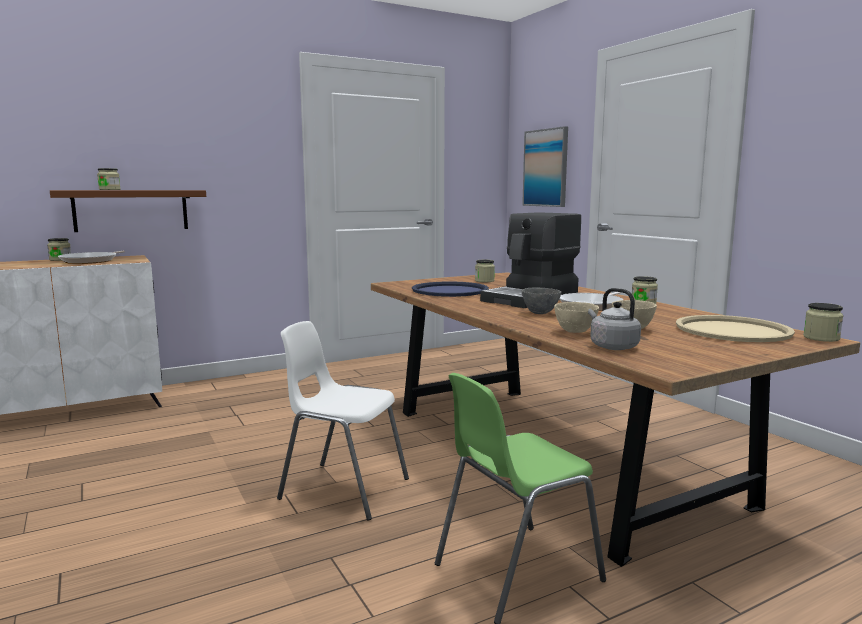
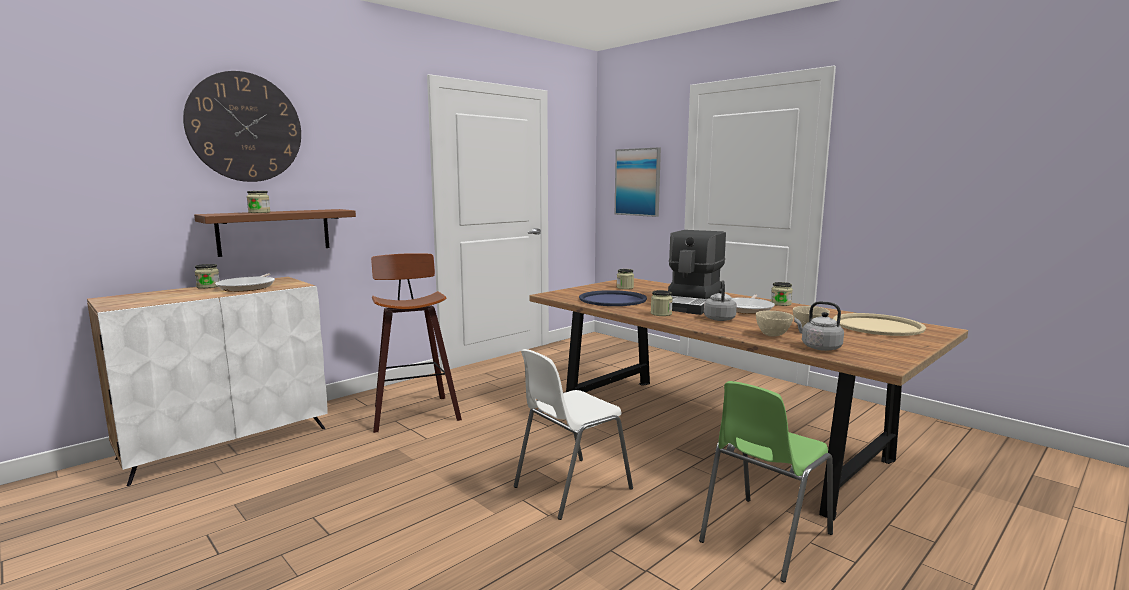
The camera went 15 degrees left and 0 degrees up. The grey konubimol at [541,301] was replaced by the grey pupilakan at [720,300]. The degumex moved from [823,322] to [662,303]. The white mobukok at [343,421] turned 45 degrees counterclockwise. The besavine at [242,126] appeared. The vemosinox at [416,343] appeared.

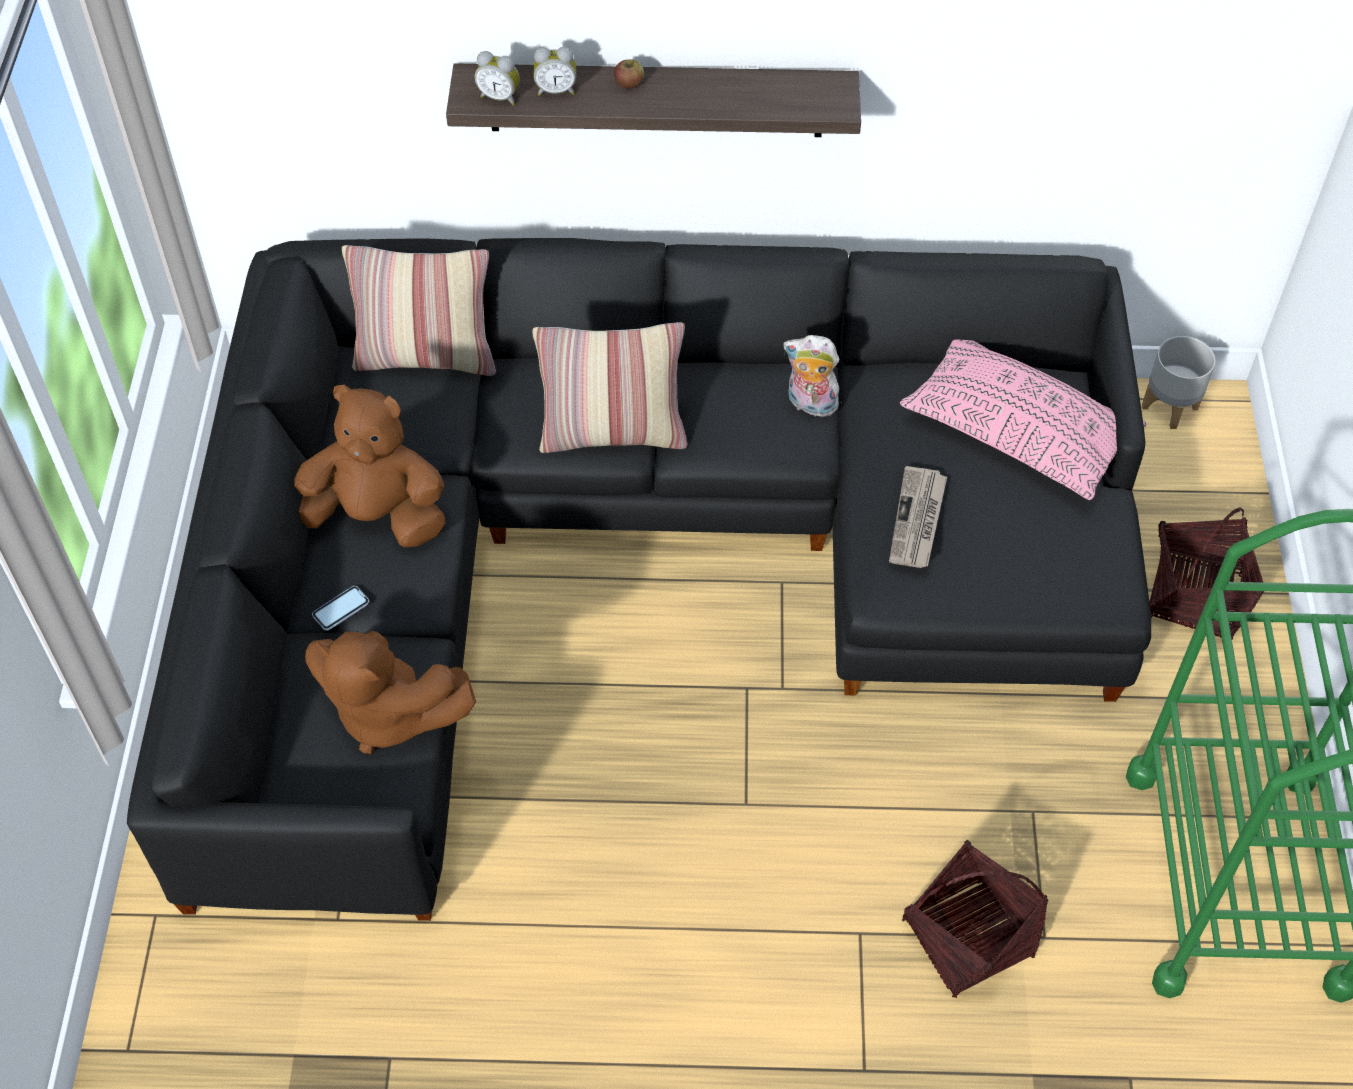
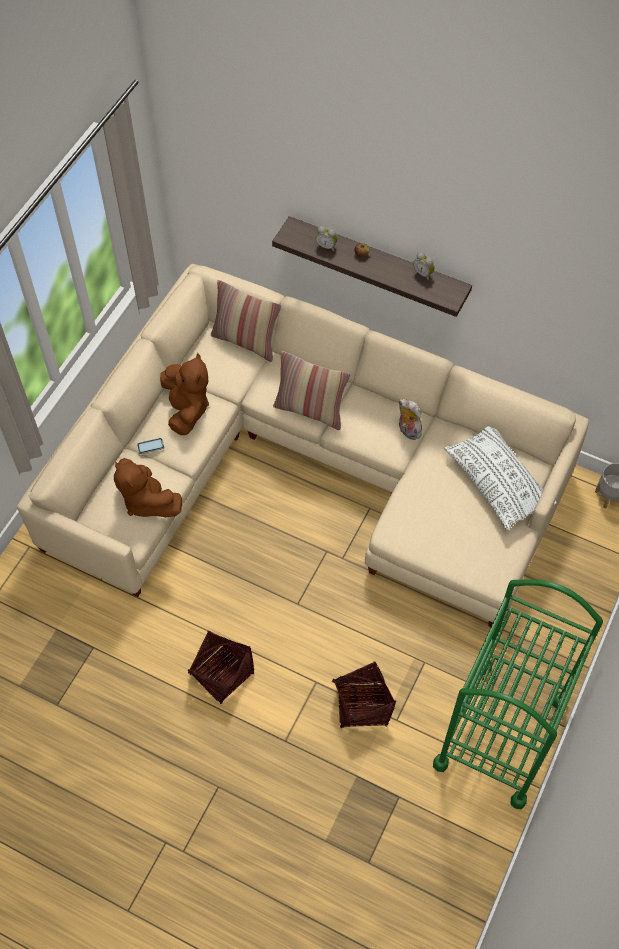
The camera went 25 degrees right and 5 degrees up. The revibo moved from [497,78] to [424,266]. The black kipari at [639,579] became the beige kipari at [303,445]. The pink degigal at [1023,420] became the white degigal at [500,478]. The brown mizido at [370,466] turned 45 degrees clockwise. The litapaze at [918,517] disappeared. The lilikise moved from [1207,573] to [221,667].

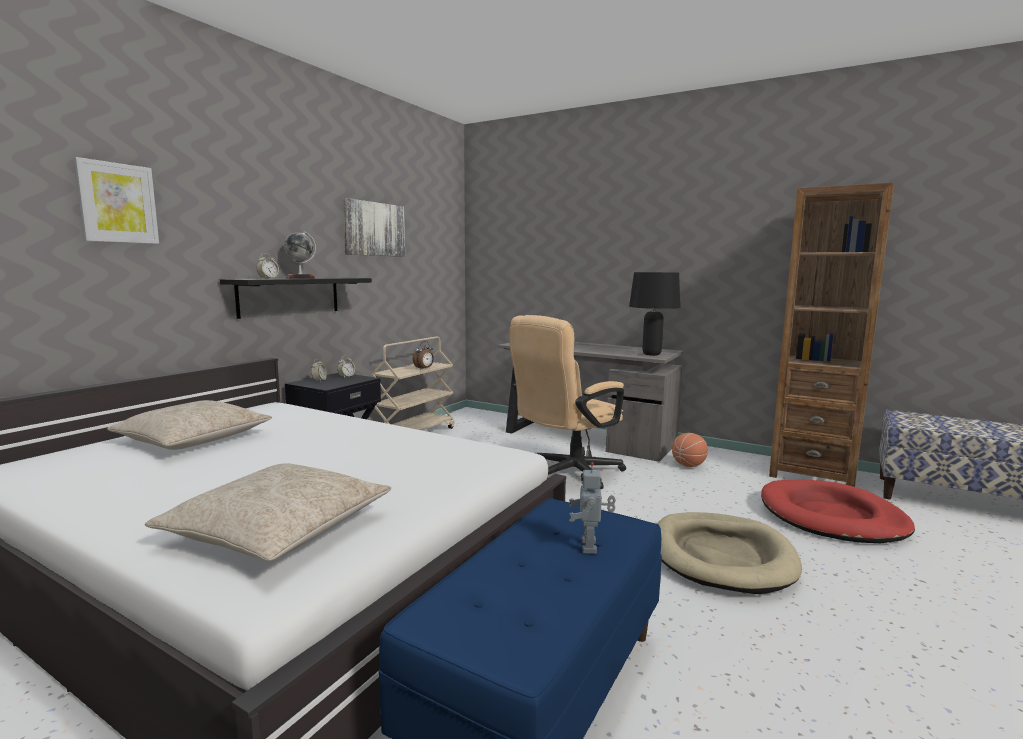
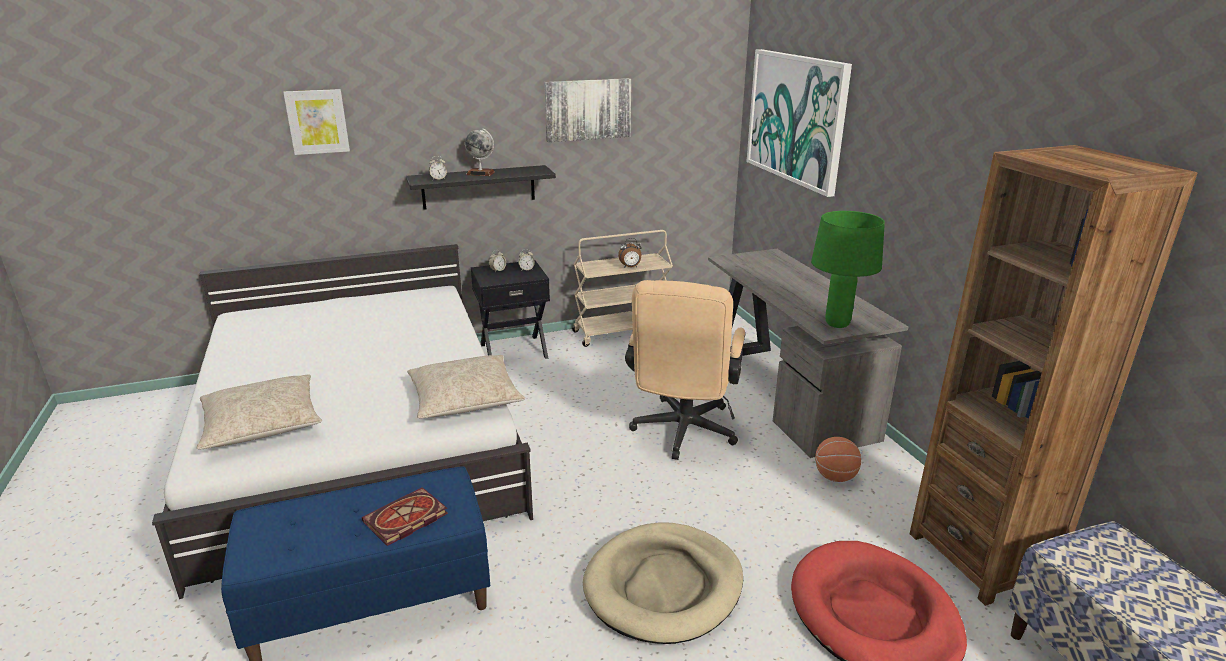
The camera went 40 degrees right and 15 degrees up. The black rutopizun at [654,314] became the green rutopizun at [848,269]. The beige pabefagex at [568,402] turned 75 degrees counterclockwise. The beige degigal moved from [189,425] to [466,387]. The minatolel at [592,508] was replaced by the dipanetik at [405,516]. The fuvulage at [799,123] appeared.

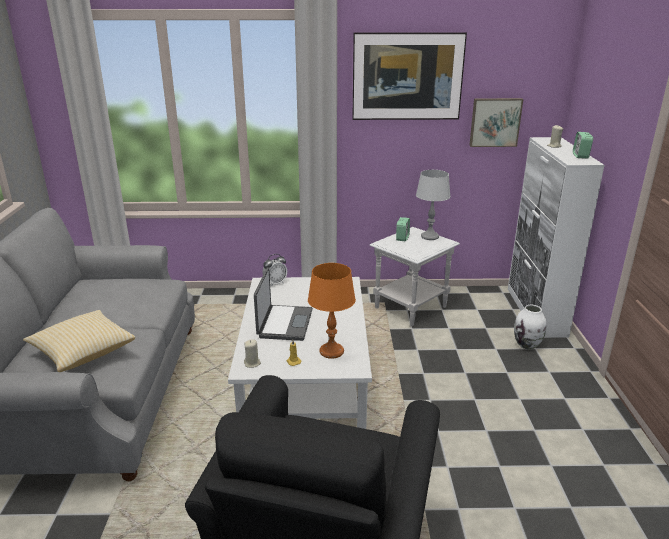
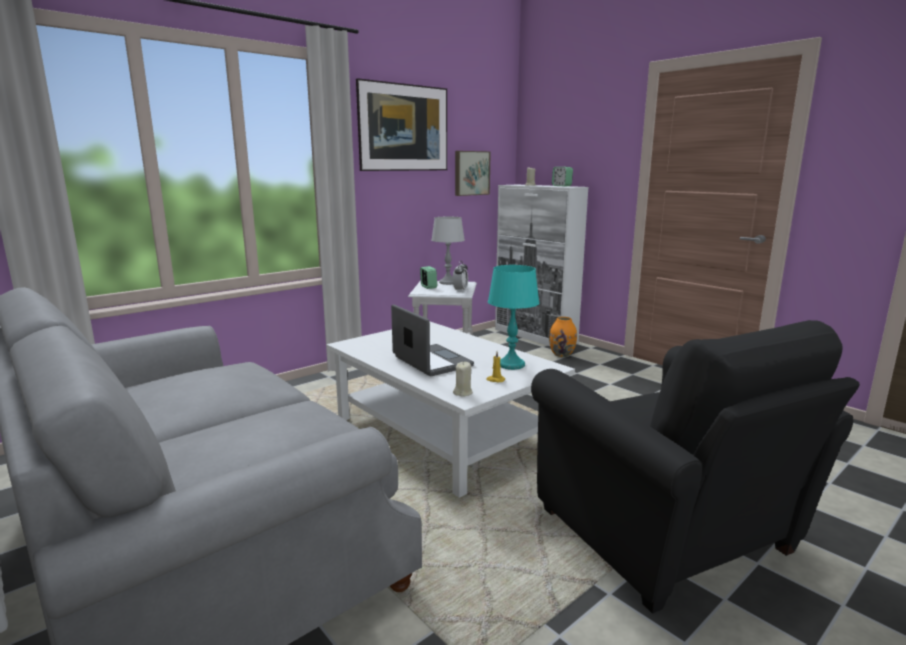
The camera went 40 degrees left and 10 degrees down. The revibo moved from [275,270] to [460,276]. The orange rutopizun at [332,311] became the turquoise rutopizun at [513,317]. The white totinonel at [530,327] became the orange totinonel at [563,337]. The degigal at [79,341] disappeared.

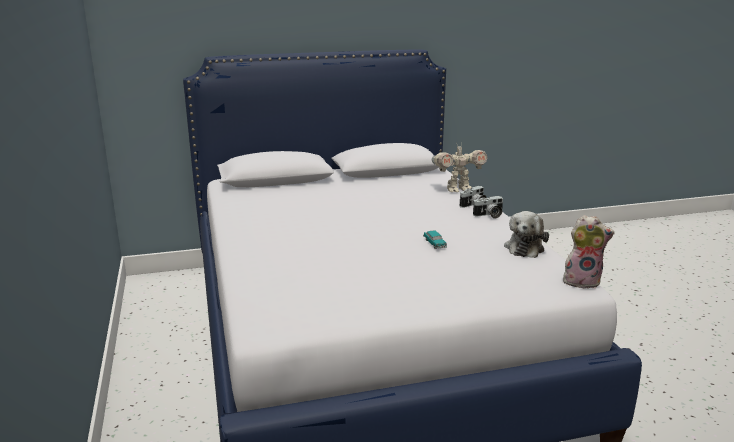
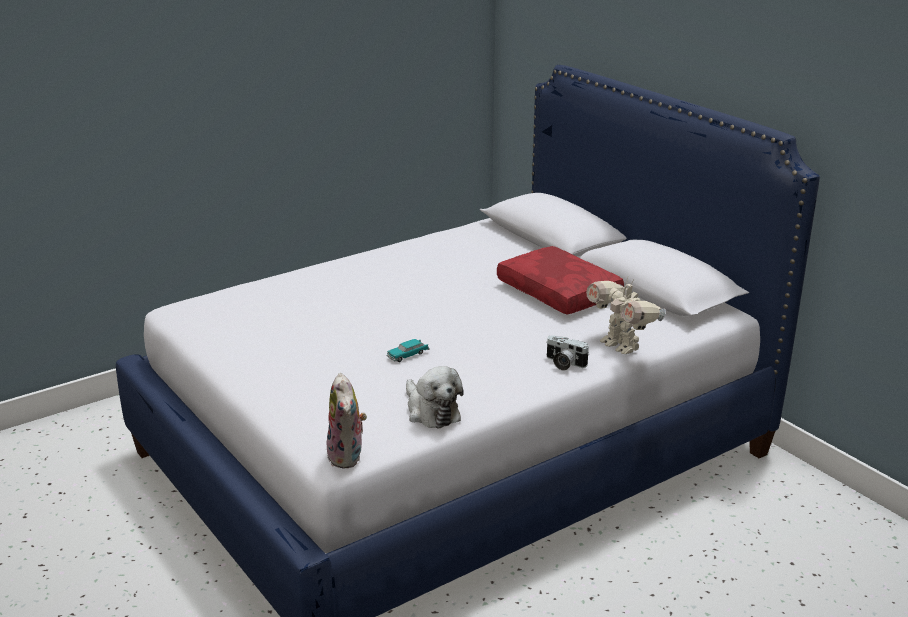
The camera went 70 degrees right and 5 degrees up. The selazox at [488,207] disappeared. The mizido at [526,234] turned 120 degrees counterclockwise. The red degigal at [560,280] appeared.

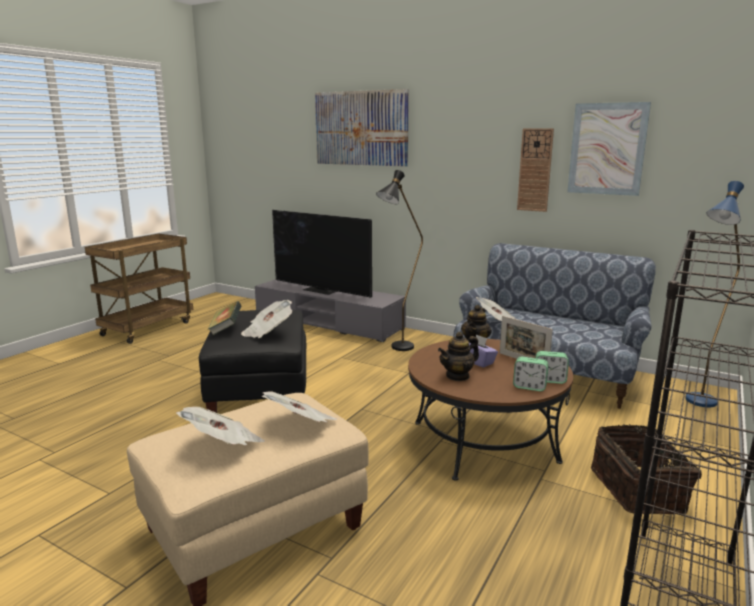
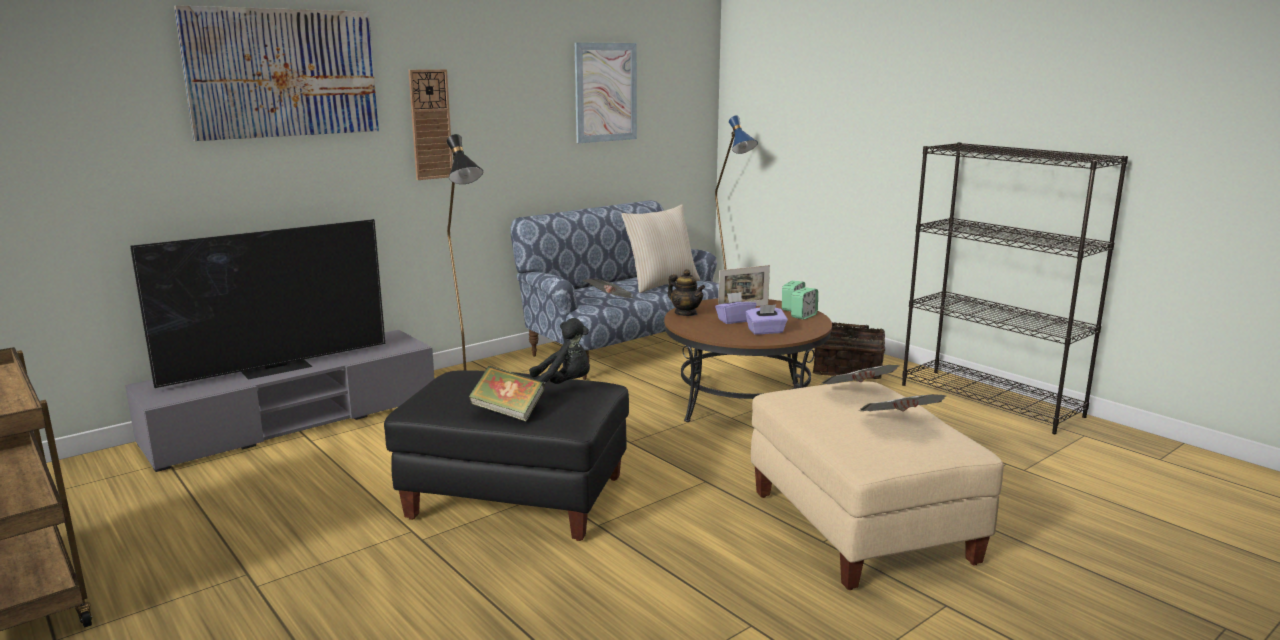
The camera went 70 degrees left and 0 degrees up. The besavine moved from [535,170] to [430,124]. The litapaze at [266,319] was replaced by the black mizido at [559,351]. The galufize at [458,356] was replaced by the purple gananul at [766,320]. The beige degigal at [660,248] appeared.

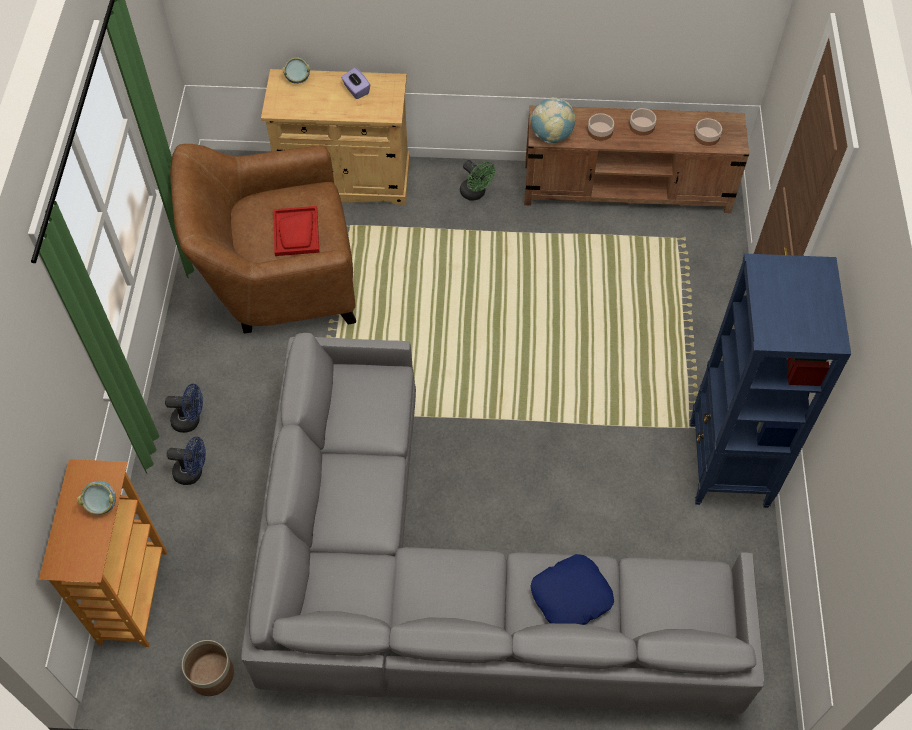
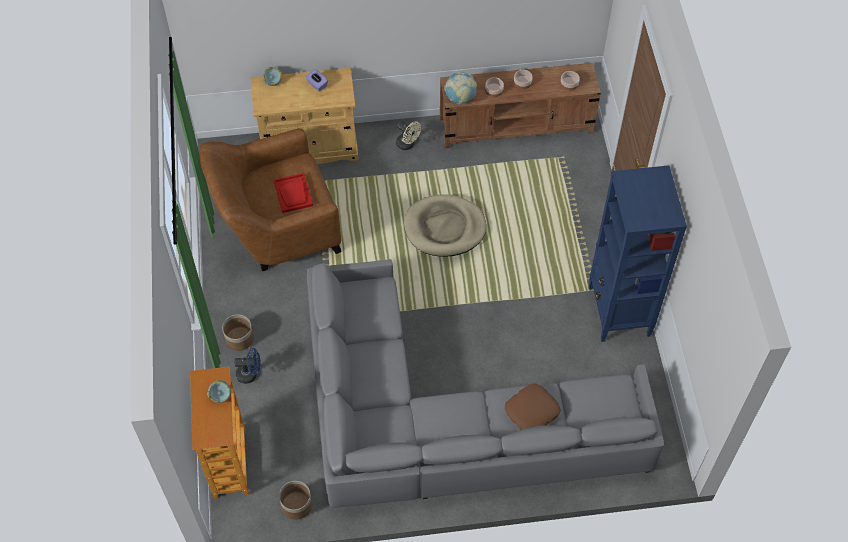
The camera went 10 degrees left and 0 degrees up. The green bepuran at [477,180] became the beige bepuran at [408,135]. The blue bepuran at [184,408] was replaced by the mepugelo at [238,332]. The blue degigal at [572,589] became the brown degigal at [533,406]. The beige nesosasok at [445,225] appeared.

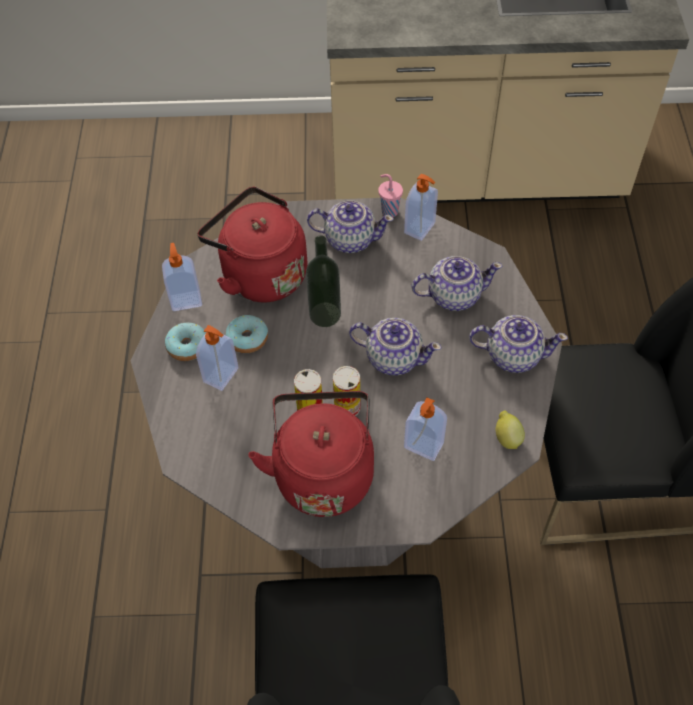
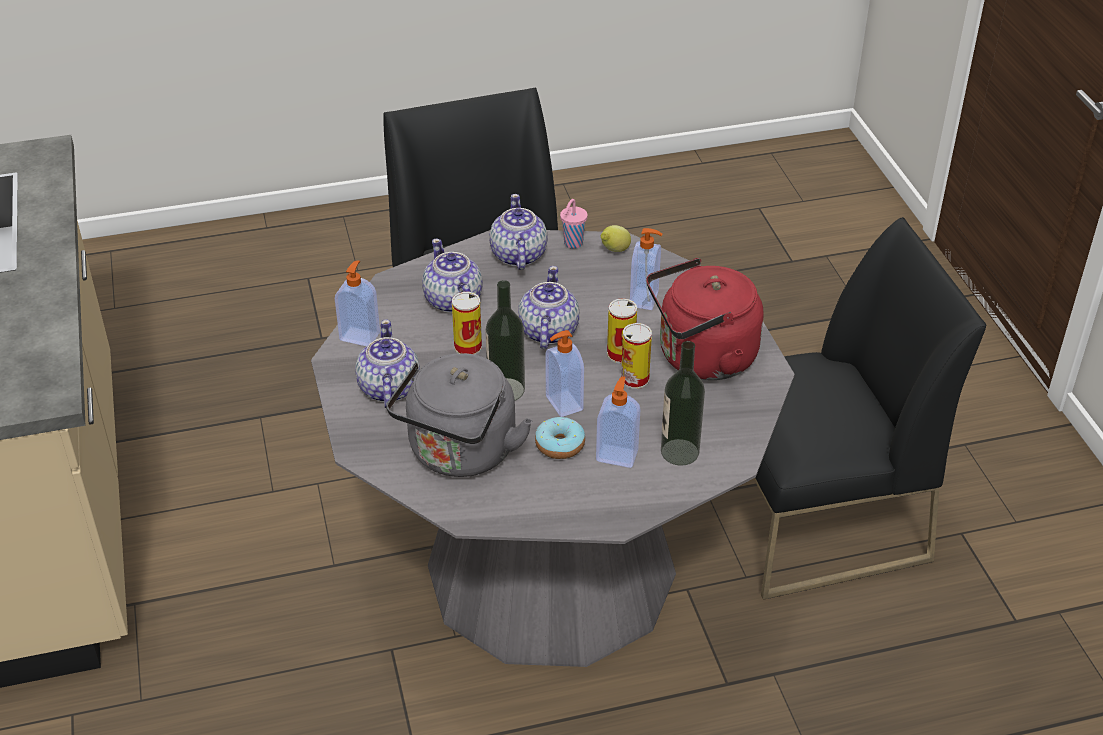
The camera went 105 degrees left and 15 degrees down. The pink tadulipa moved from [390,195] to [574,224]. The red pupilakan at [252,245] became the grey pupilakan at [459,415]. The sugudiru moved from [182,277] to [565,373]. The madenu at [185,342] disappeared. The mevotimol at [467,323] appeared. The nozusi at [683,403] appeared.

